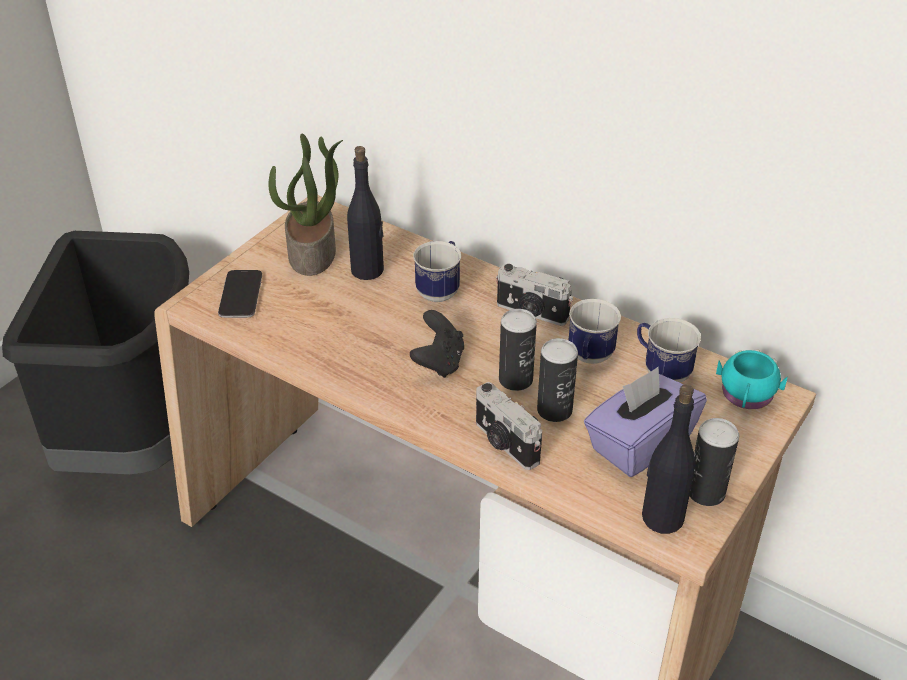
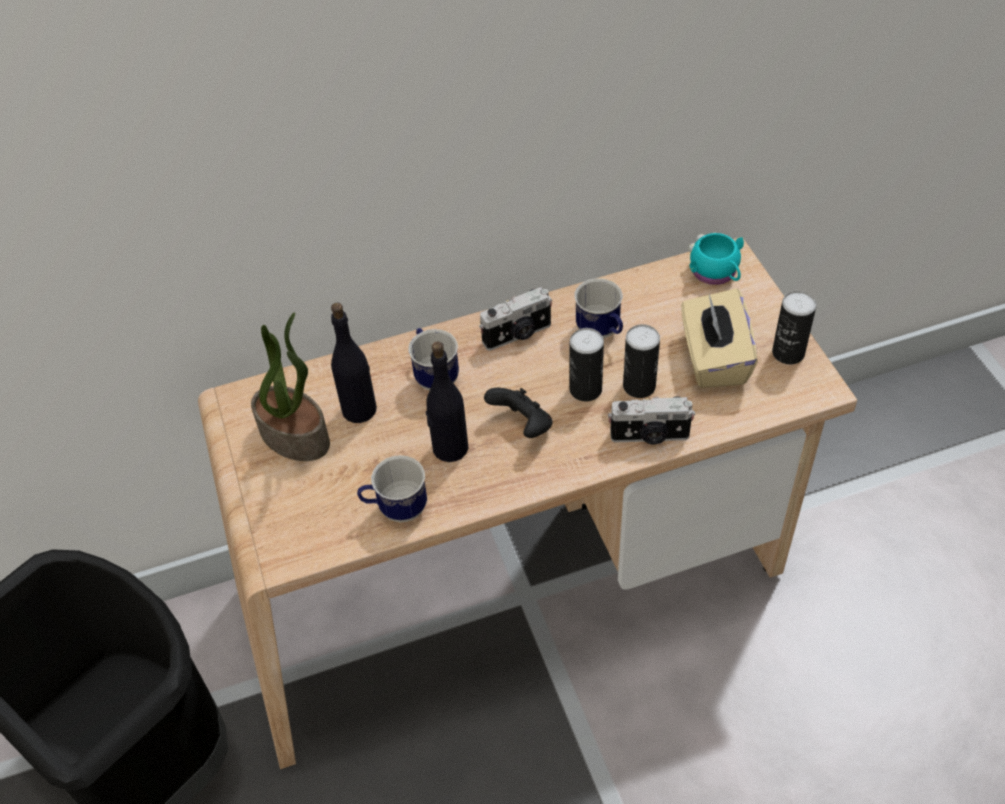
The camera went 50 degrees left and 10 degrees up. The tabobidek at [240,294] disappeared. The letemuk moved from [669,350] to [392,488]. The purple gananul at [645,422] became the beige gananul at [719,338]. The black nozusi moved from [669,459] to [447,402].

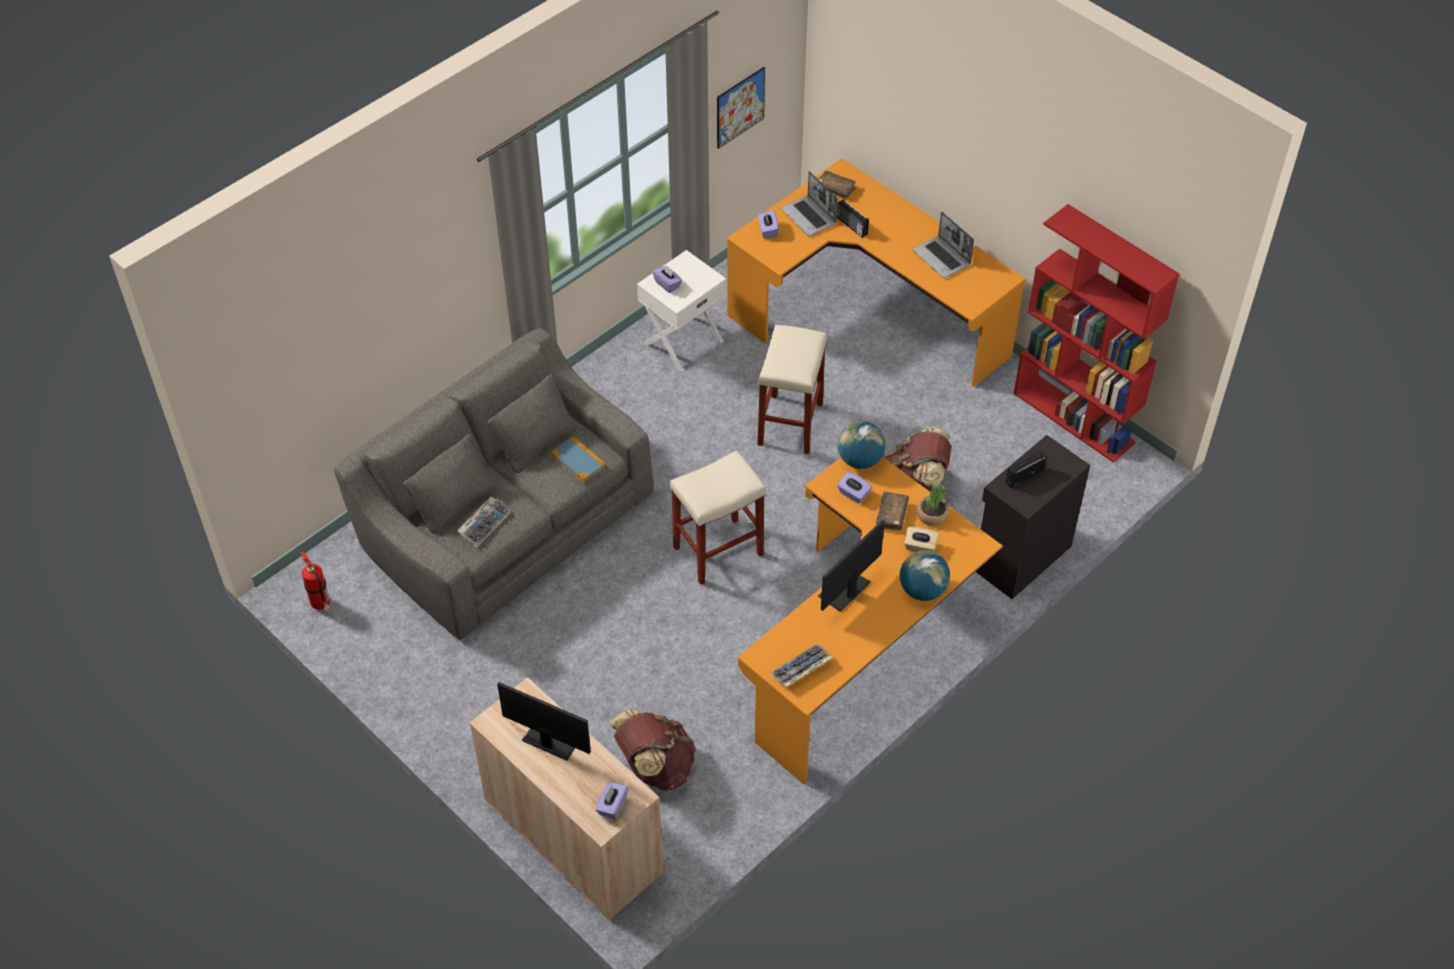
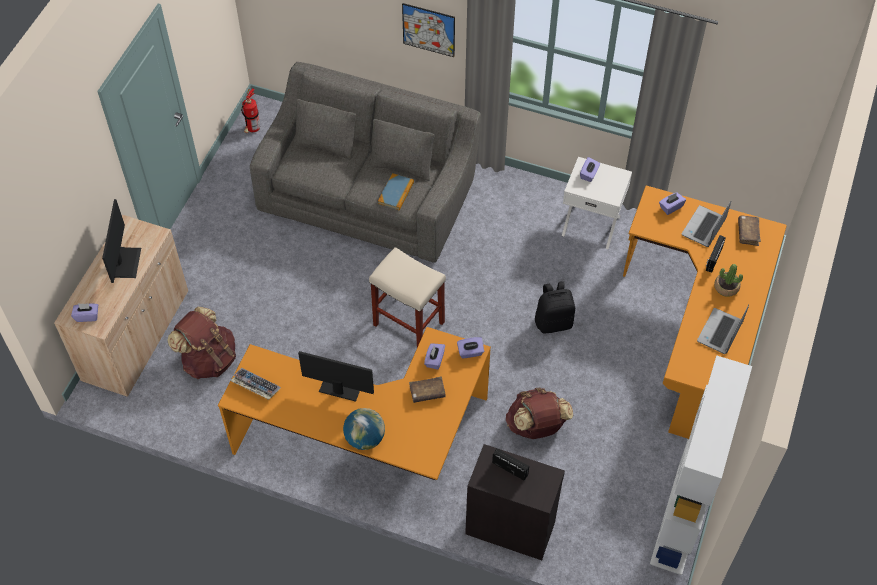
The camera went 65 degrees right and 5 degrees up. The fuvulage moved from [741,108] to [428,30]. The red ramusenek at [1097,333] became the white ramusenek at [701,465]. The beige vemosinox at [792,389] was replaced by the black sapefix at [555,307]. The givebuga at [861,445] was replaced by the purple gananul at [470,348]. The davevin moved from [933,504] to [728,280]. The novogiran at [484,522] disappeared. The beige gananul at [921,539] disappeared.

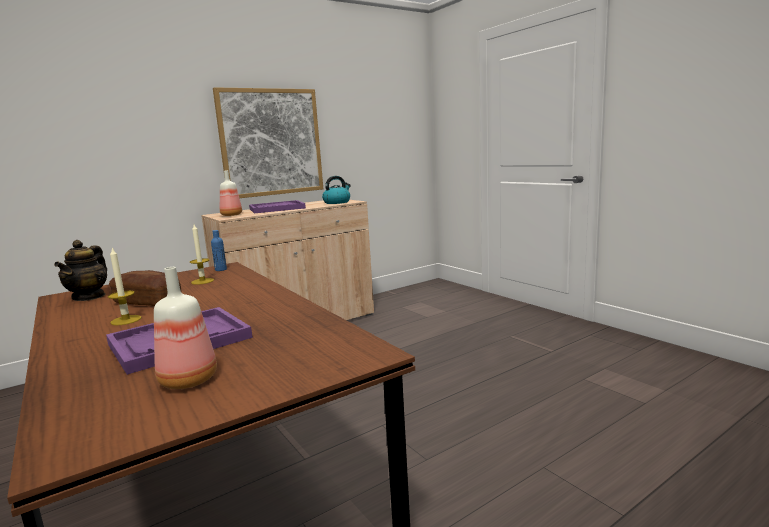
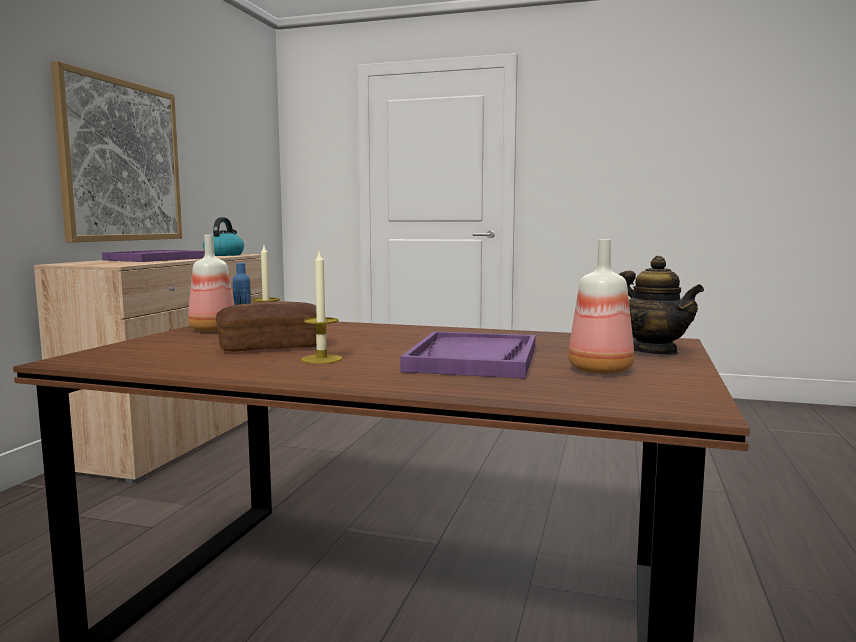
The camera went 40 degrees left and 5 degrees down. The nozusi moved from [231,193] to [211,283]. The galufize moved from [80,270] to [661,305].

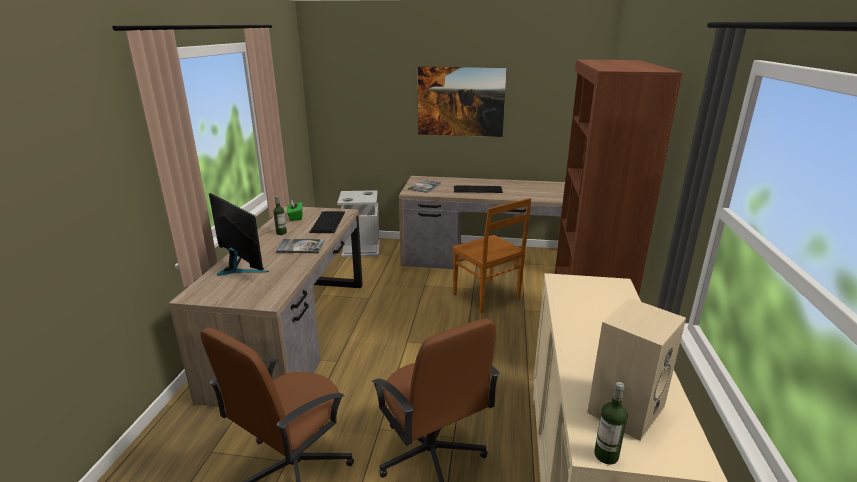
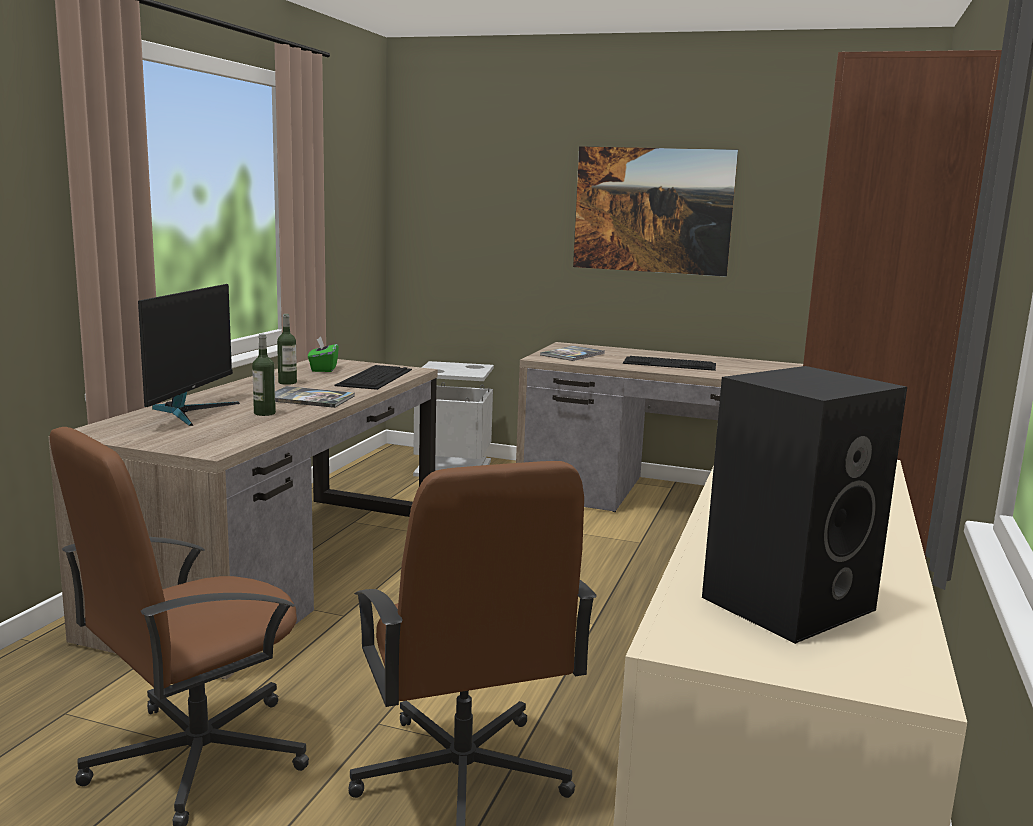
The camera went 10 degrees right and 10 degrees down. The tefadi at [238,234] turned 45 degrees clockwise. The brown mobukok at [491,256] disappeared. The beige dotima at [636,369] became the black dotima at [804,505]. The nozusi moved from [611,423] to [264,375].

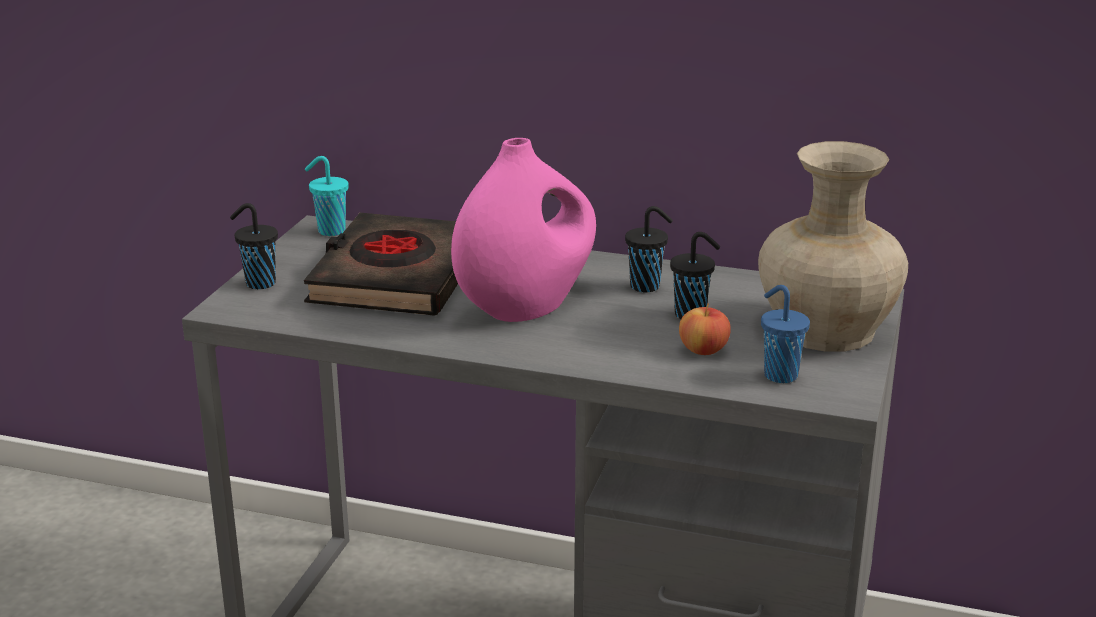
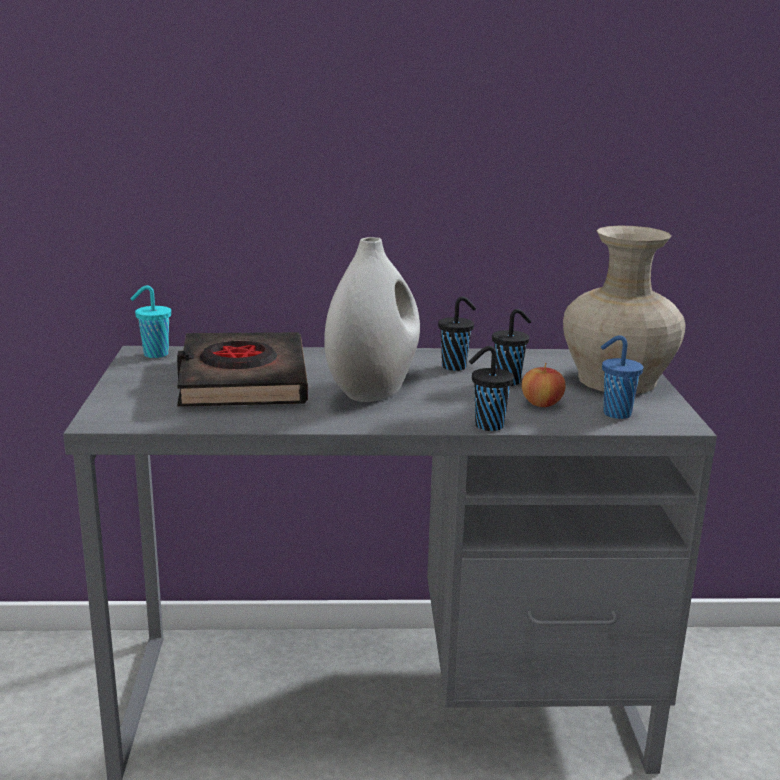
The camera went 20 degrees left and 5 degrees down. The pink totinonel at [523,230] became the white totinonel at [372,319]. The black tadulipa moved from [254,246] to [491,388].

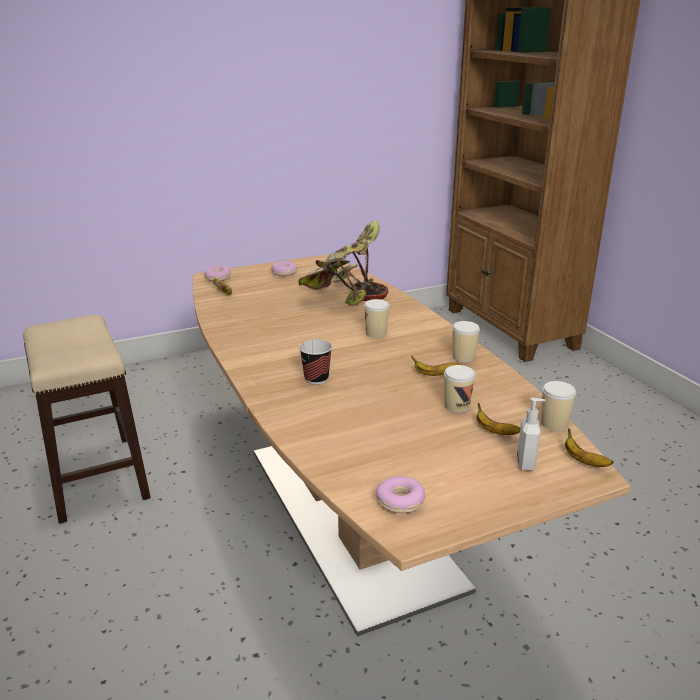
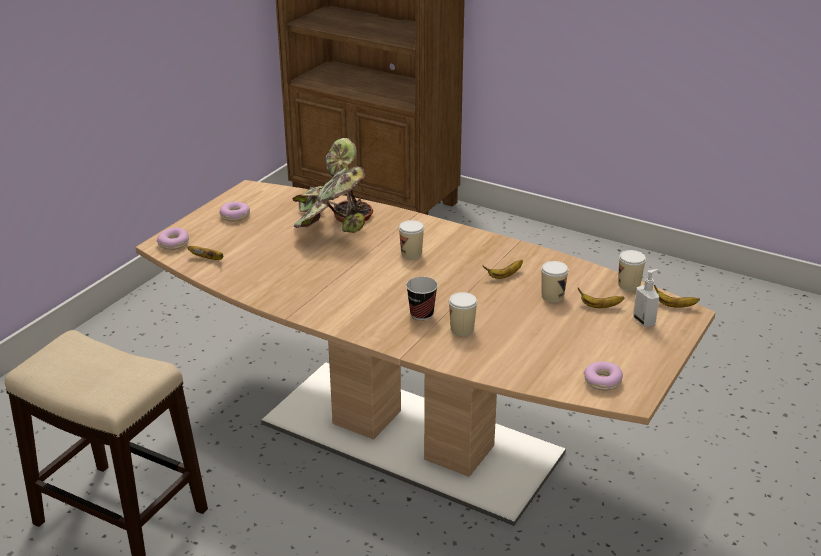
The camera went 35 degrees left and 5 degrees up. The tadulipa moved from [466,341] to [463,314].

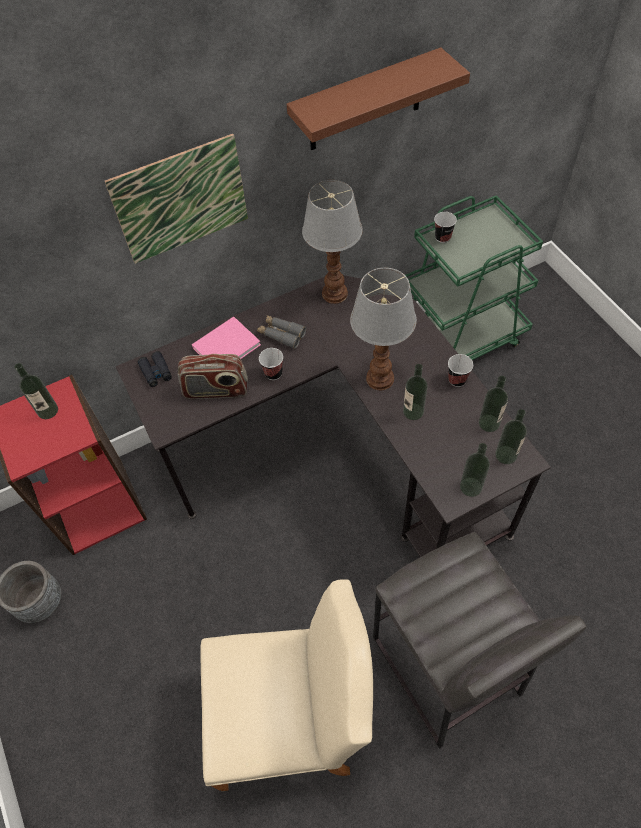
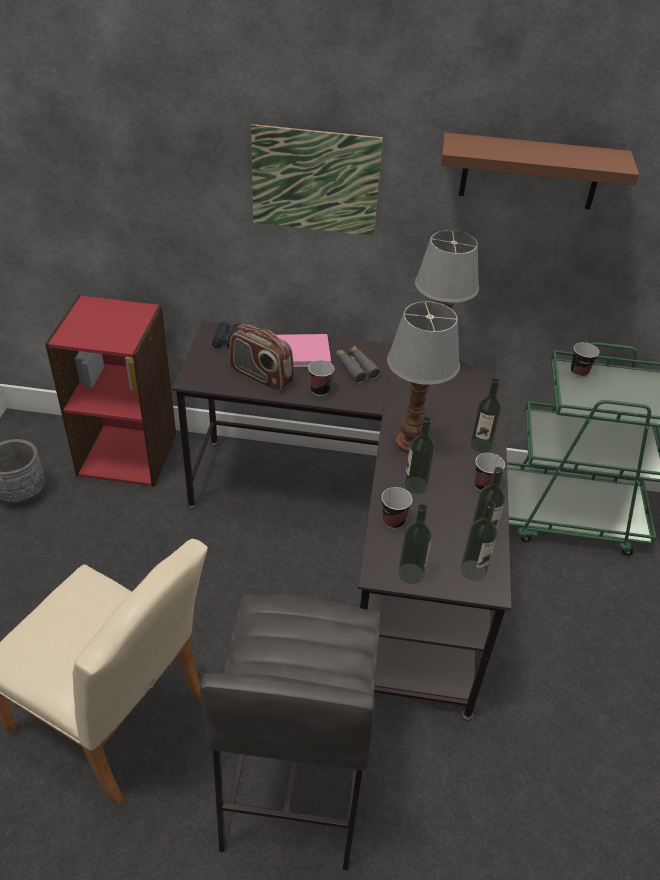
The camera went 30 degrees right and 15 degrees down. The nozusi moved from [36,391] to [485,415]. The tadulipa at [397,508] appeared.

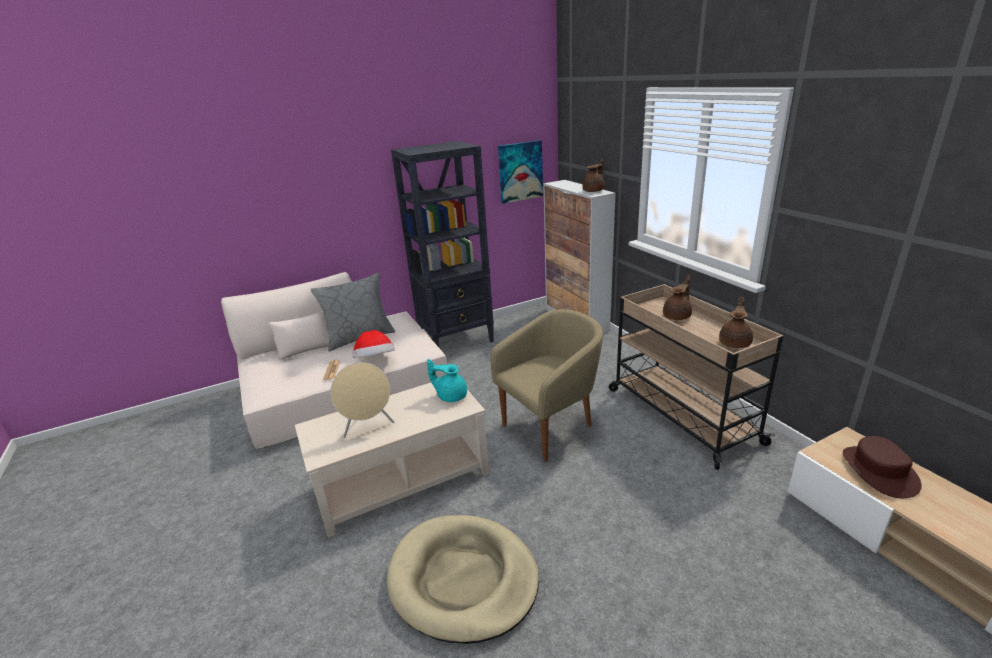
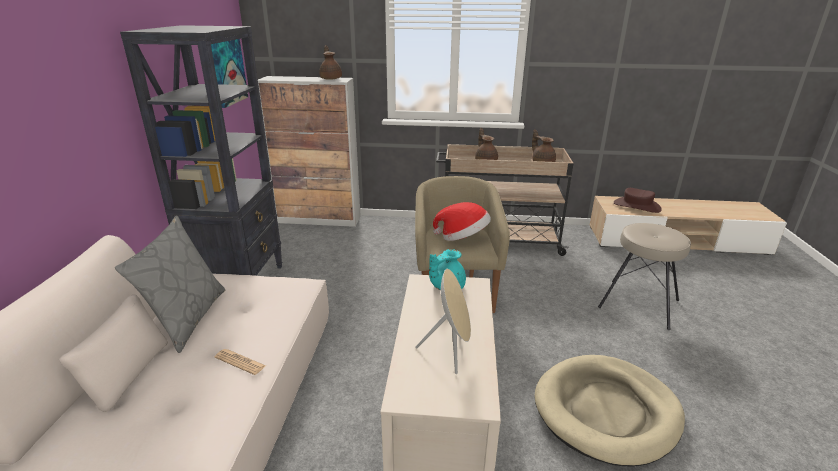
The camera went 60 degrees left and 0 degrees up. The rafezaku moved from [374,344] to [462,221]. The beige vemosinox at [644,276] appeared.

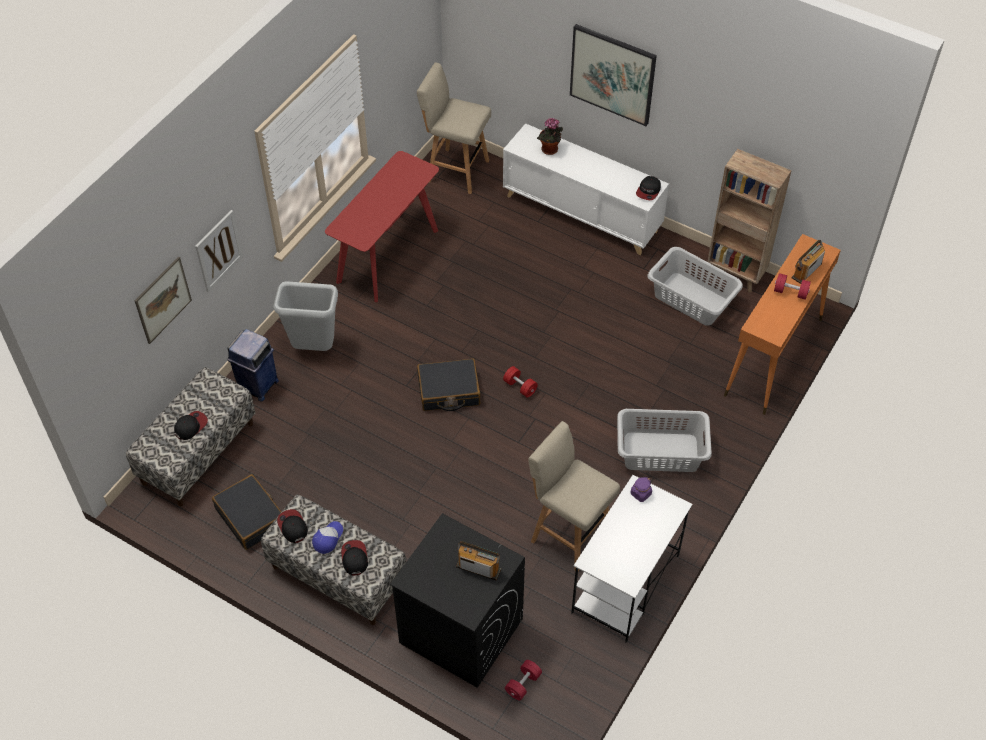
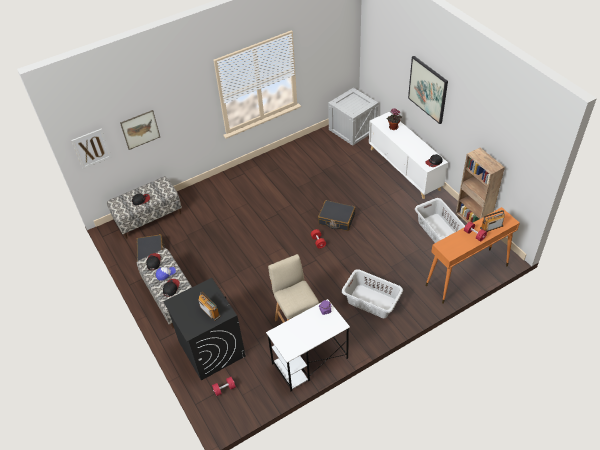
The camera went 30 degrees right and 5 degrees down. The beige vemosinox at [454,128] was replaced by the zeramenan at [353,117]. The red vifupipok at [382,226] disappeared. The fuvulage moved from [219,251] to [91,148]. The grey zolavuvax at [306,316] disappeared. The blue zolavuvax at [253,365] disappeared. The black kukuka moved from [448,384] to [336,215].

